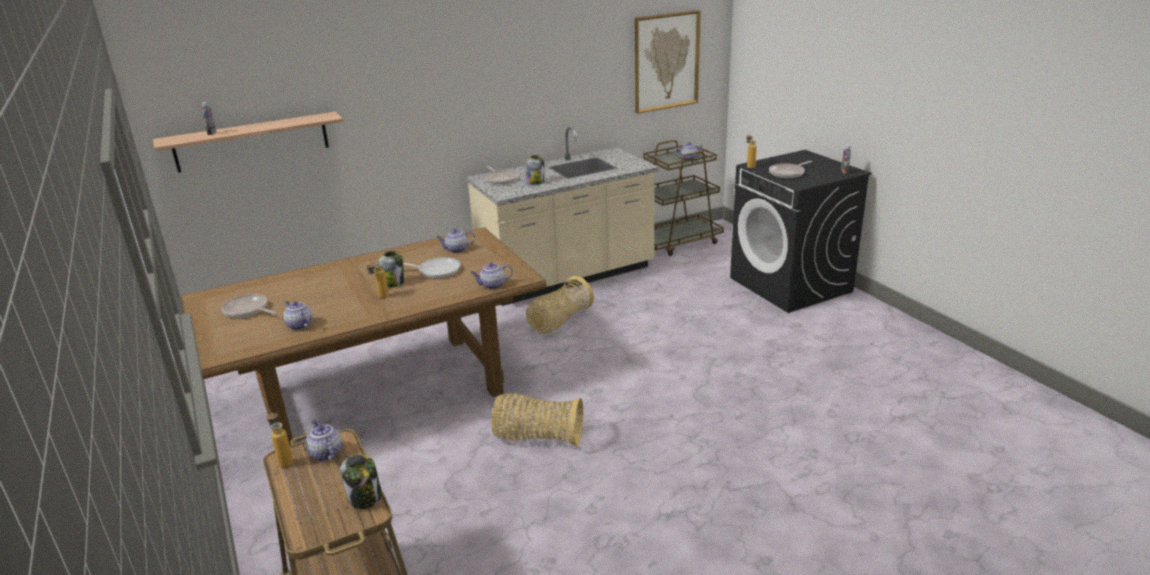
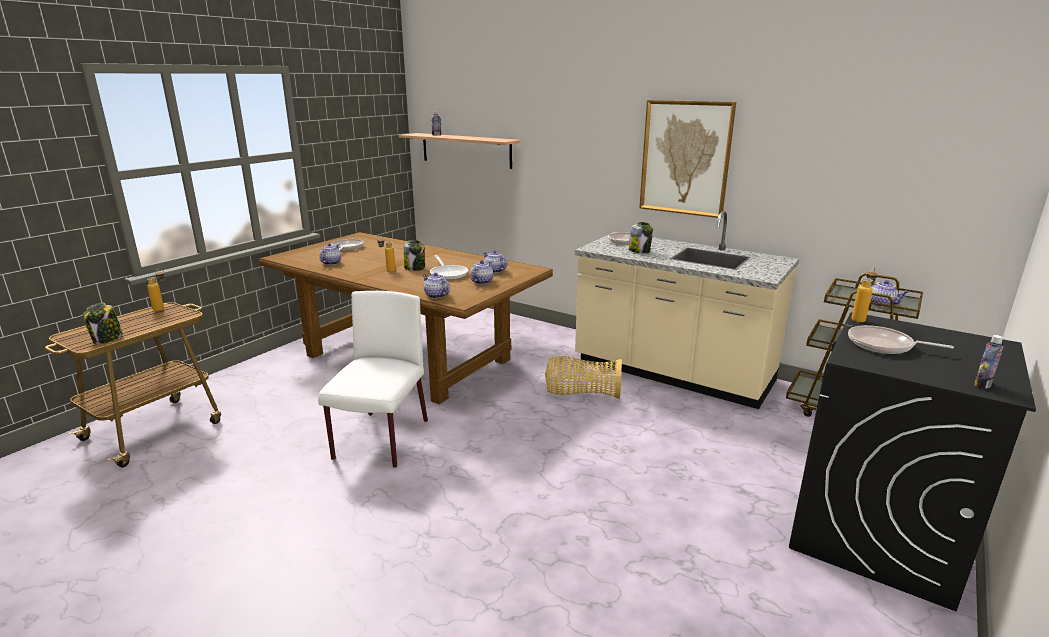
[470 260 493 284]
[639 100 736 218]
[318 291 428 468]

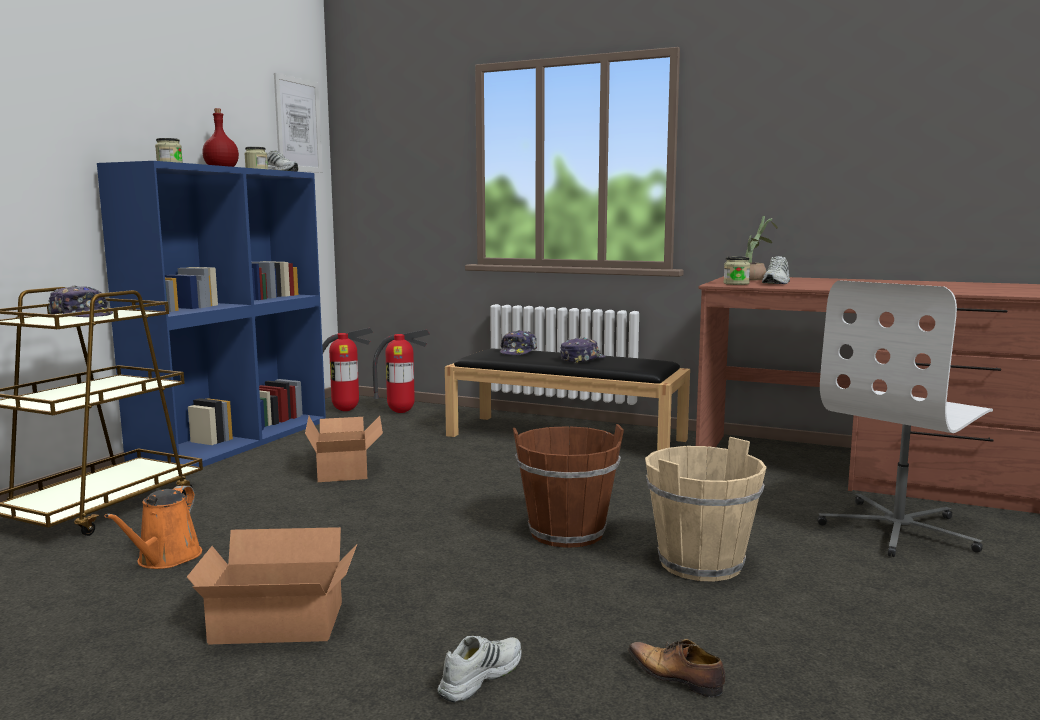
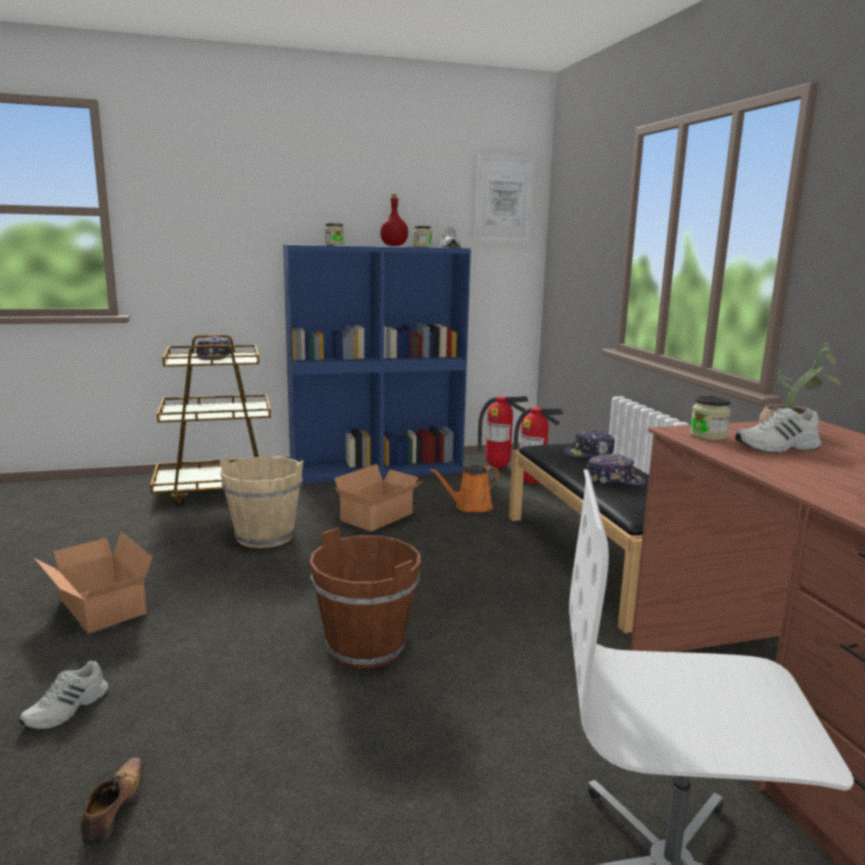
[429 465 500 512]
[219 455 303 548]
[19 661 108 730]

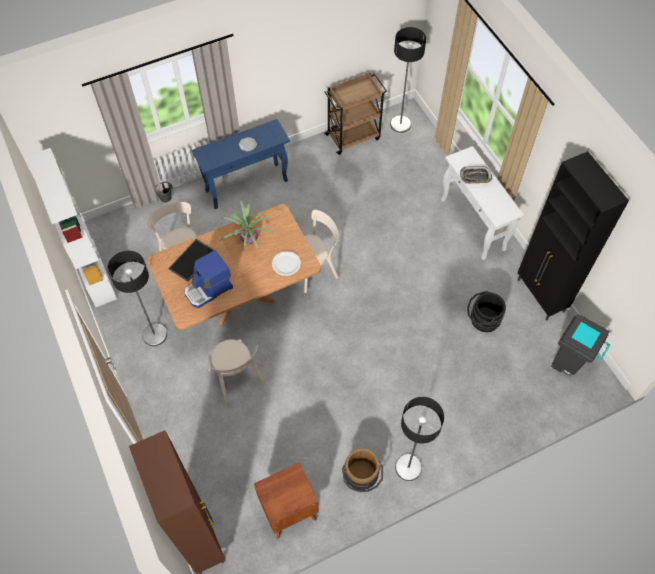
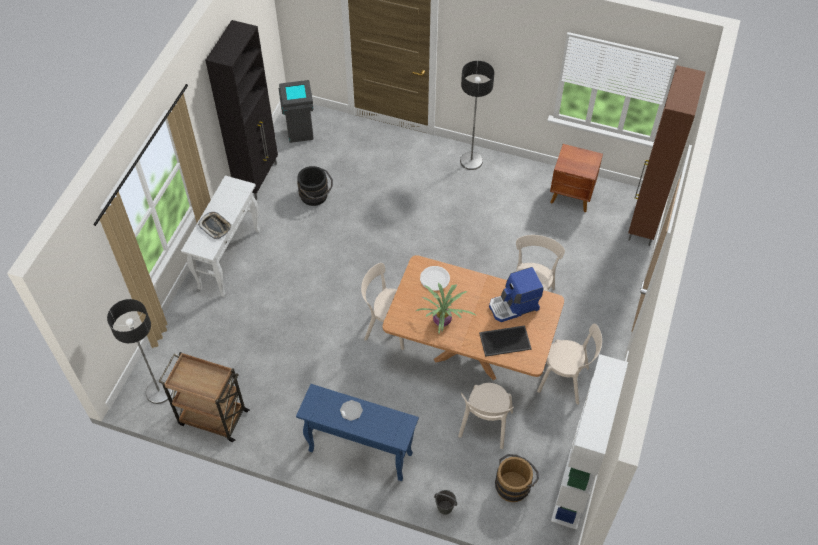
[495 454 539 502]
[537 323 602 405]
[489 267 544 322]

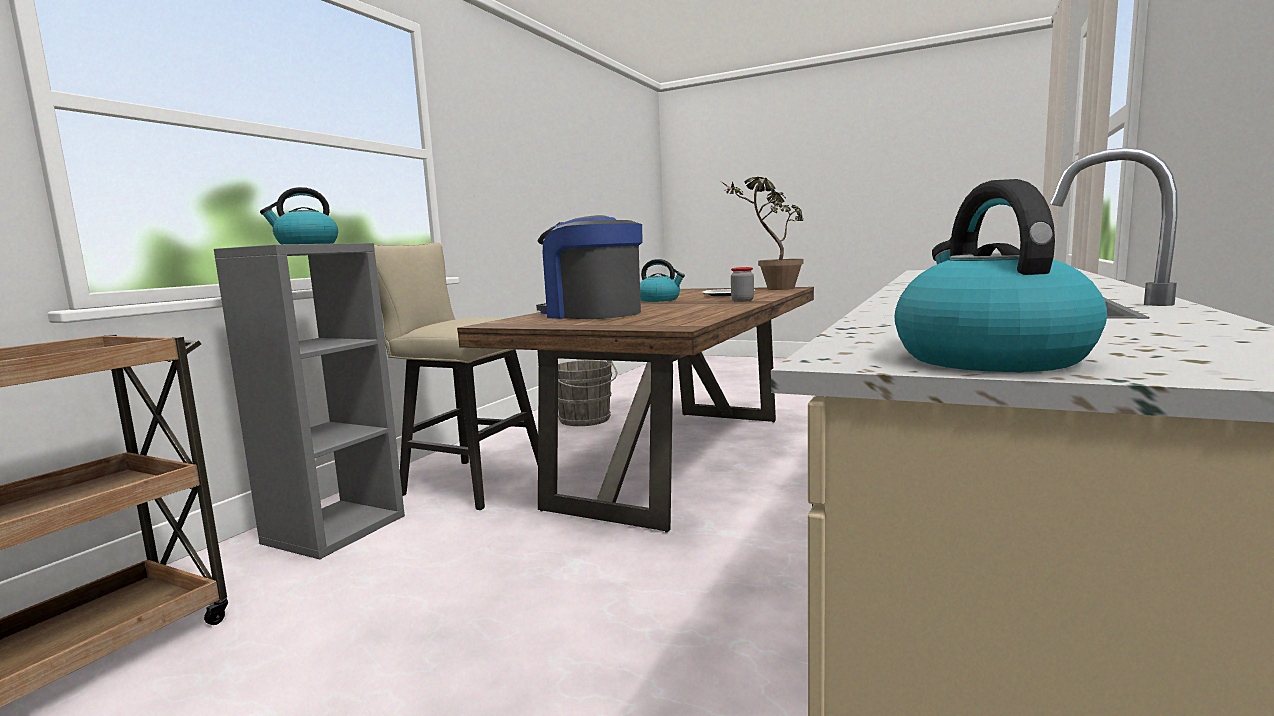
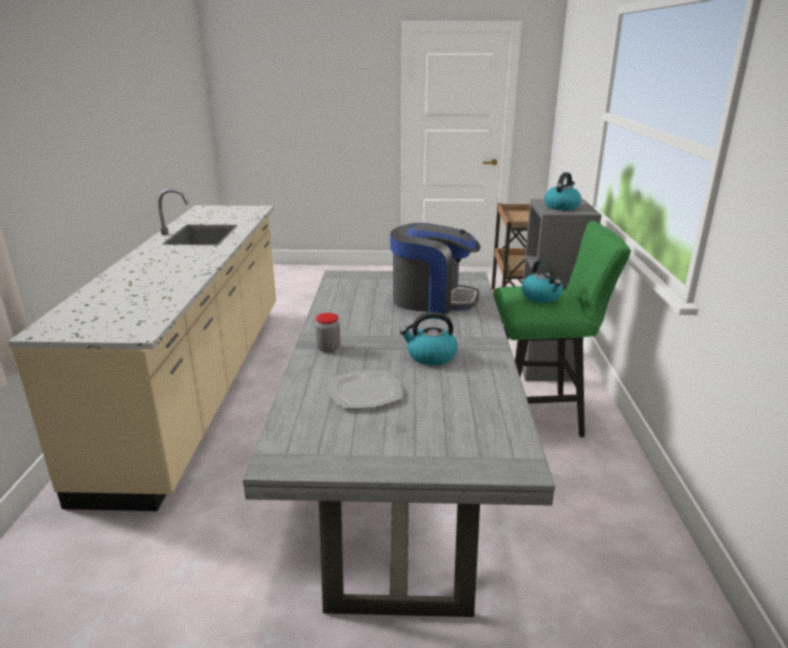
[558 360 618 426] (first image)
[719 177 804 290] (first image)
[521 259 563 303]
[493 221 631 437]
[243 270 555 617]

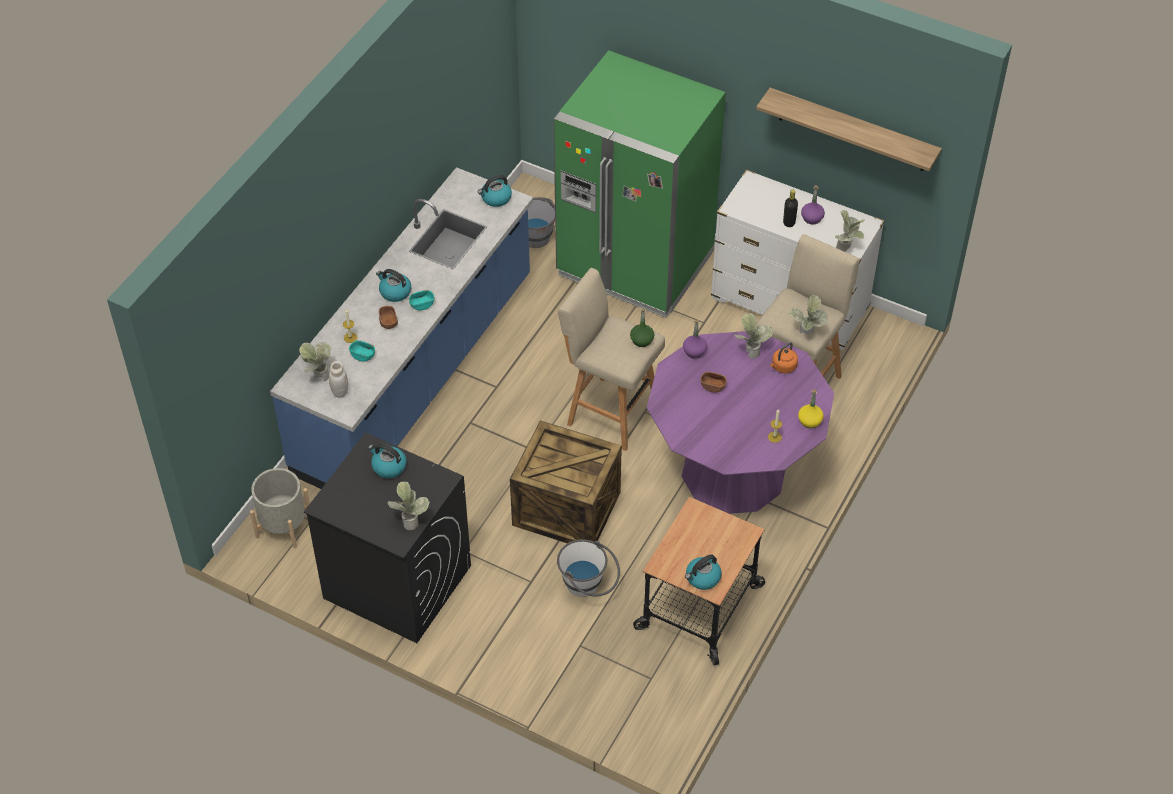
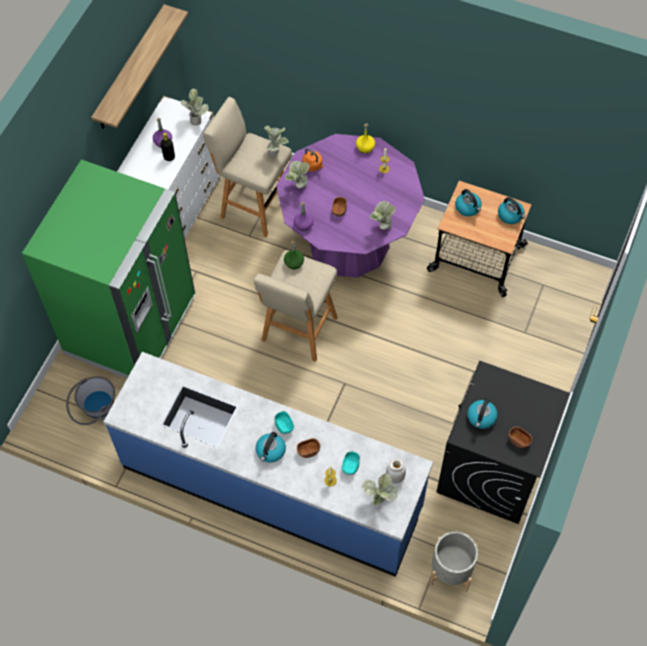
[510 420 622 543] (first image)
[557 539 620 597] (first image)
[509 426 532 448]
[370 201 396 230]
[455 189 482 216]

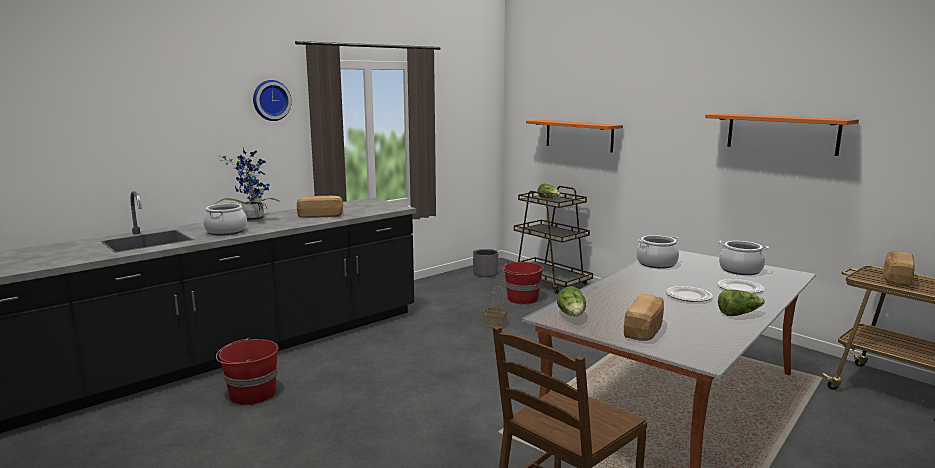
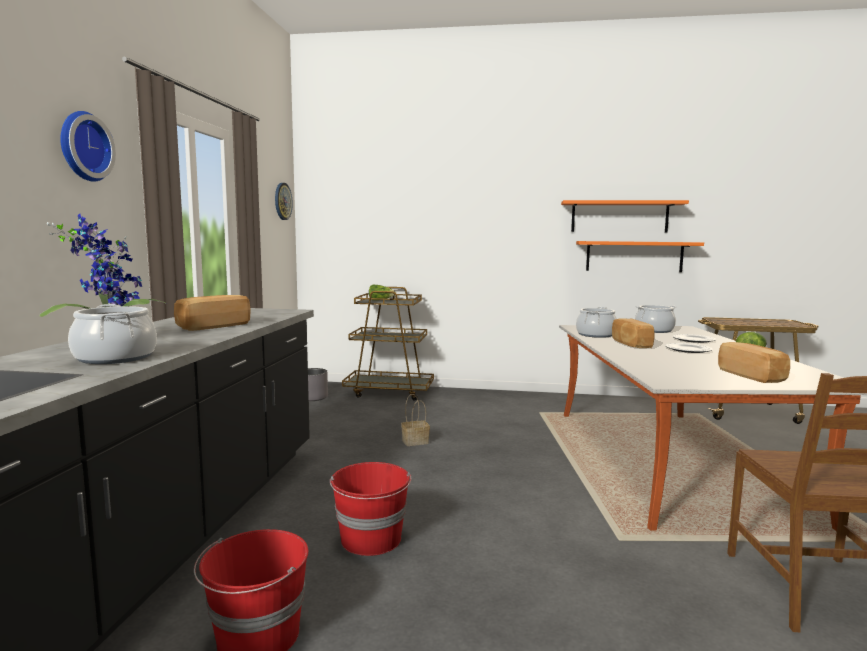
[557 287 586 316] (first image)
[275 183 293 220]
[330 462 412 556]
[576 241 704 272]
[612 318 655 348]

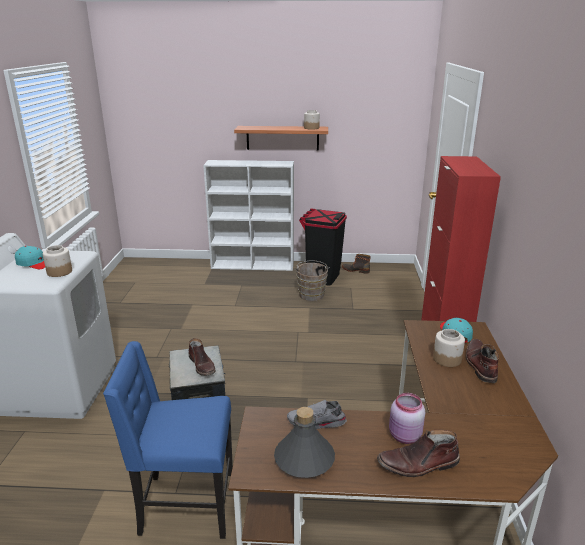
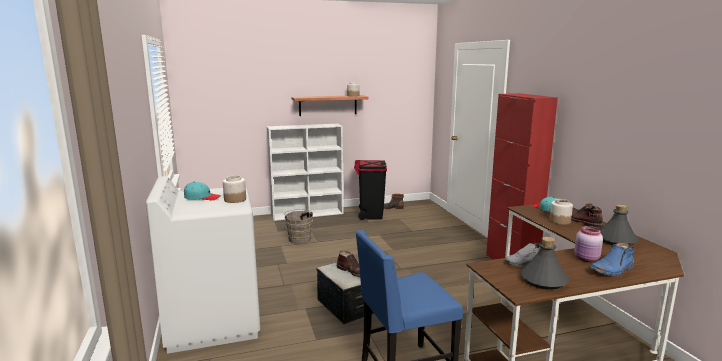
[600 204 639 245]
[284 209 313 244]
[589 243 634 276]

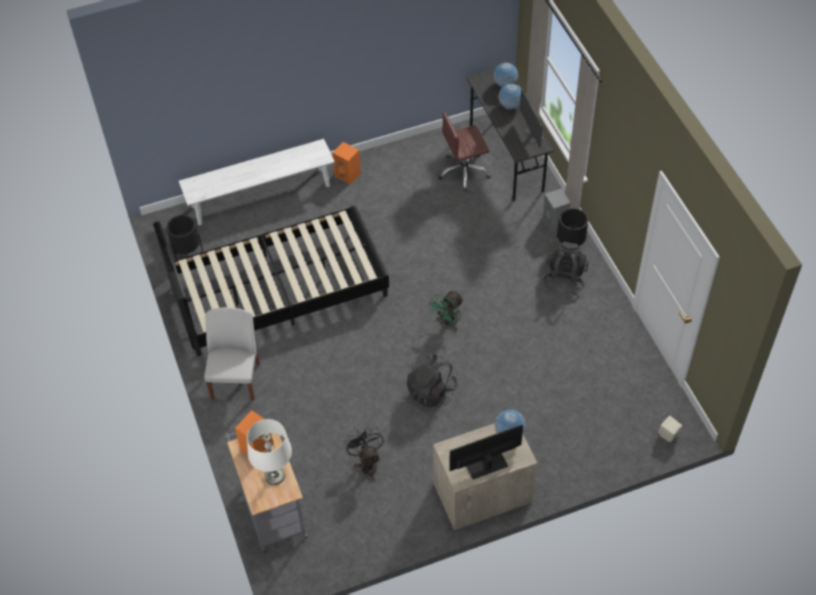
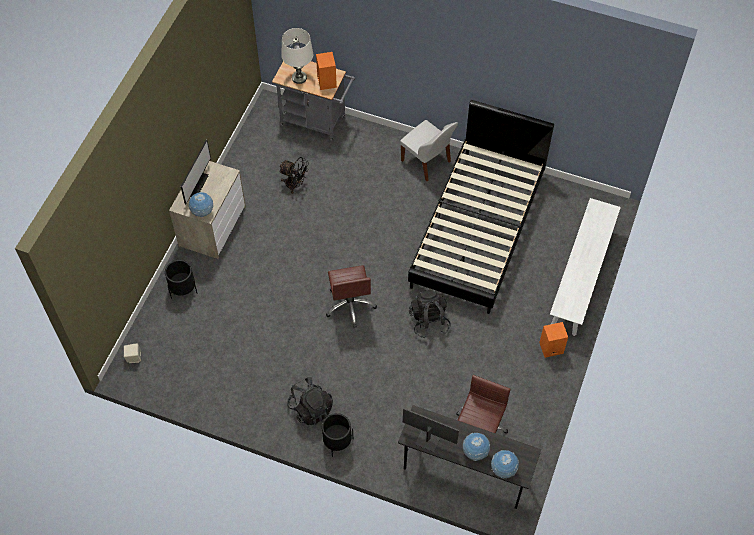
[543 189 571 232] (first image)
[165 260 197 299]
[409 290 451 339]
[326 265 377 328]

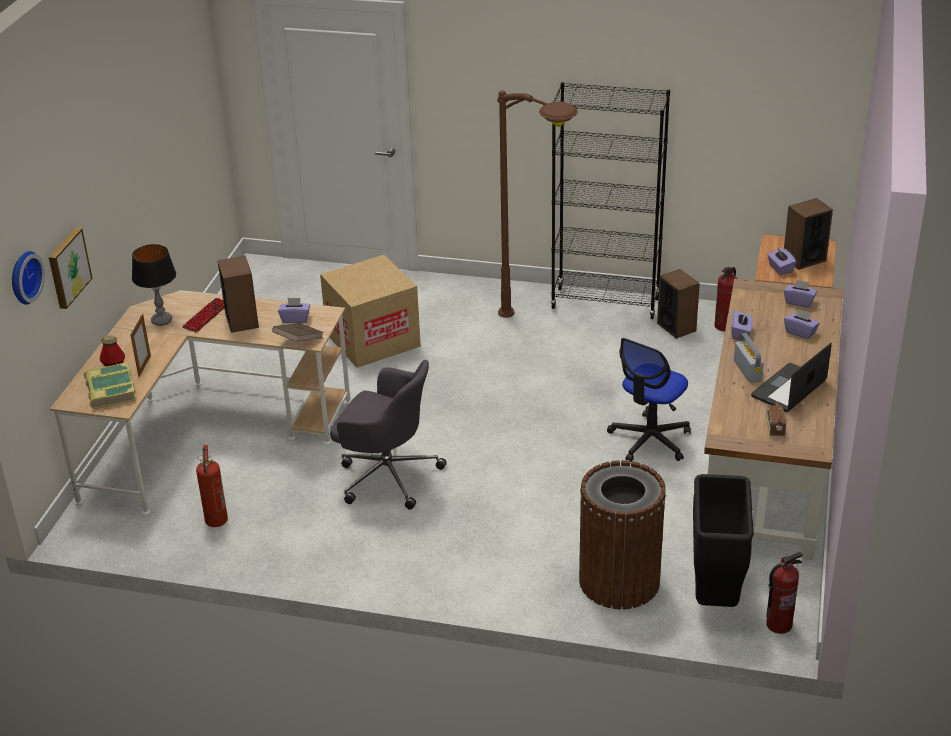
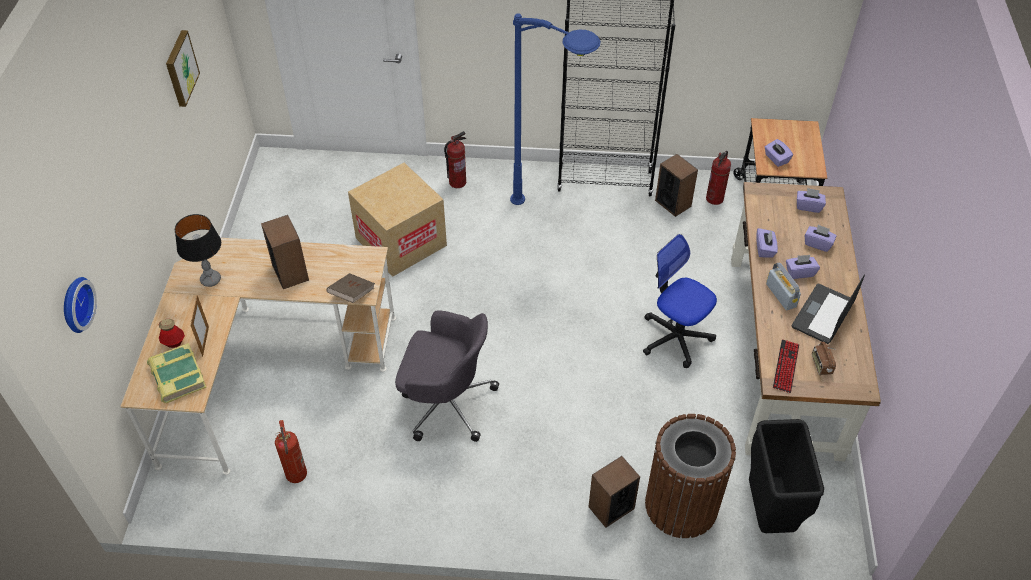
[166 30 200 107]
[773 339 799 393]
[786 255 820 279]
[444 131 466 188]
[588 456 640 528]
[510 13 600 205]
[643 234 717 368]

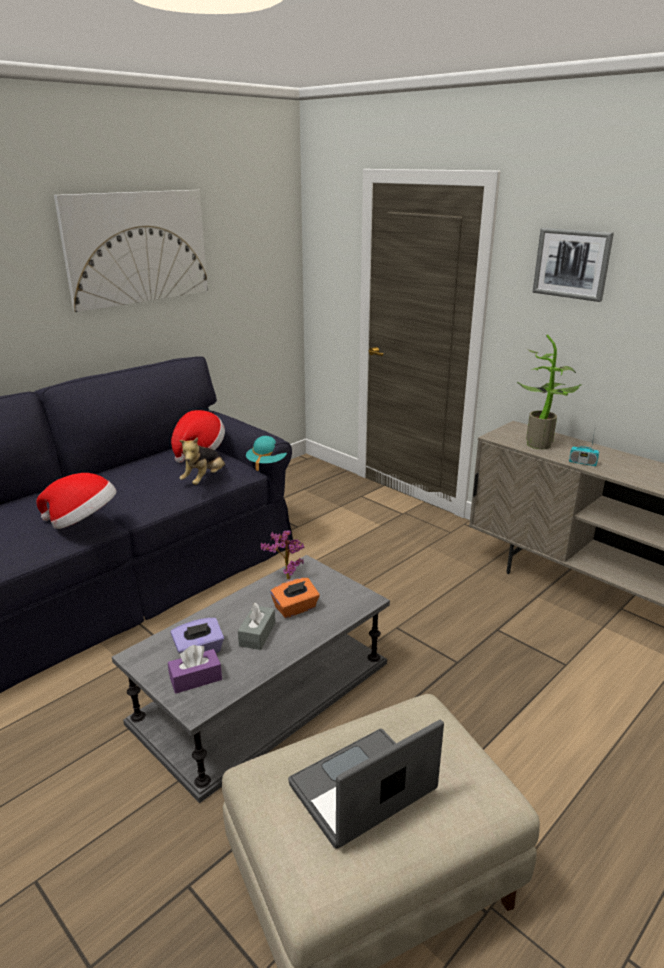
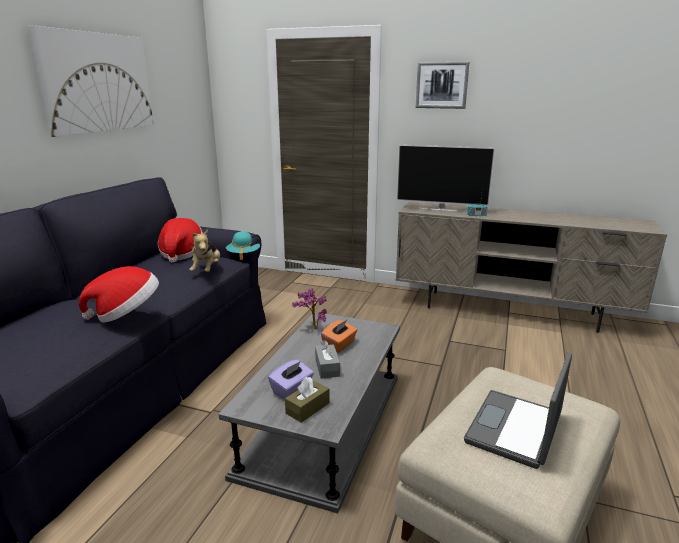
[396 145 495 212]
[285 377 330 423]

